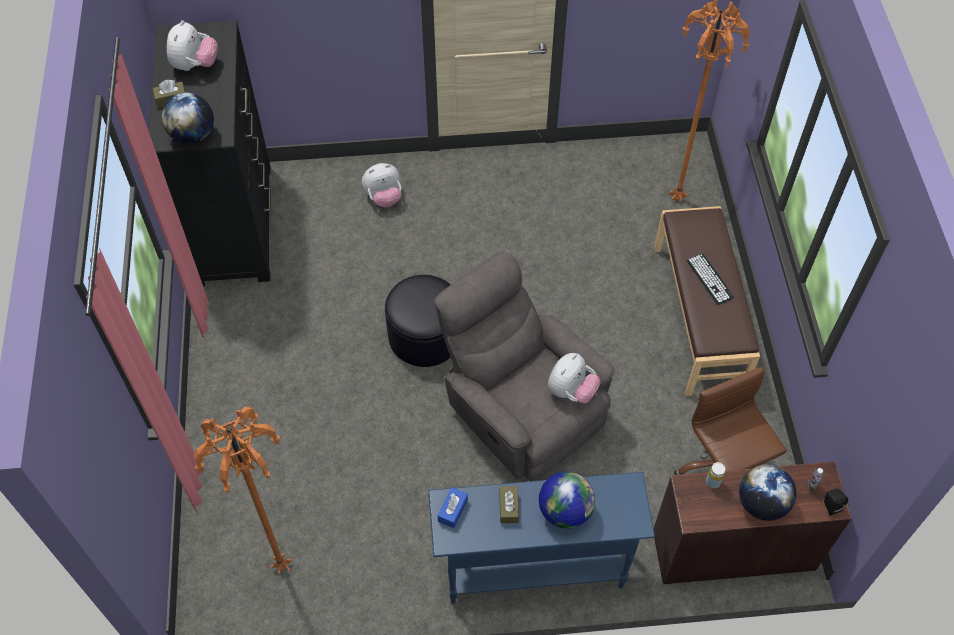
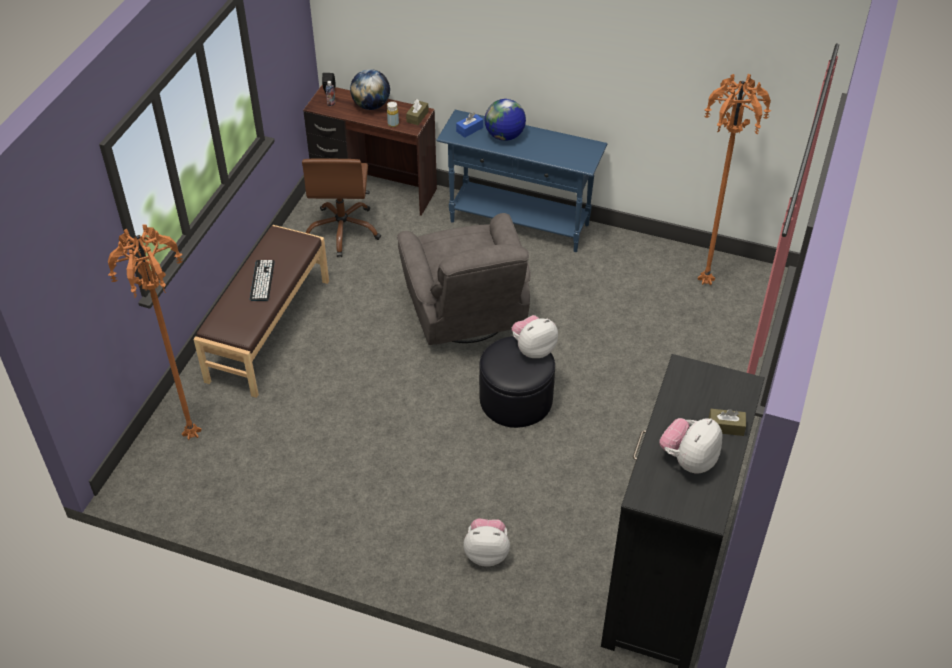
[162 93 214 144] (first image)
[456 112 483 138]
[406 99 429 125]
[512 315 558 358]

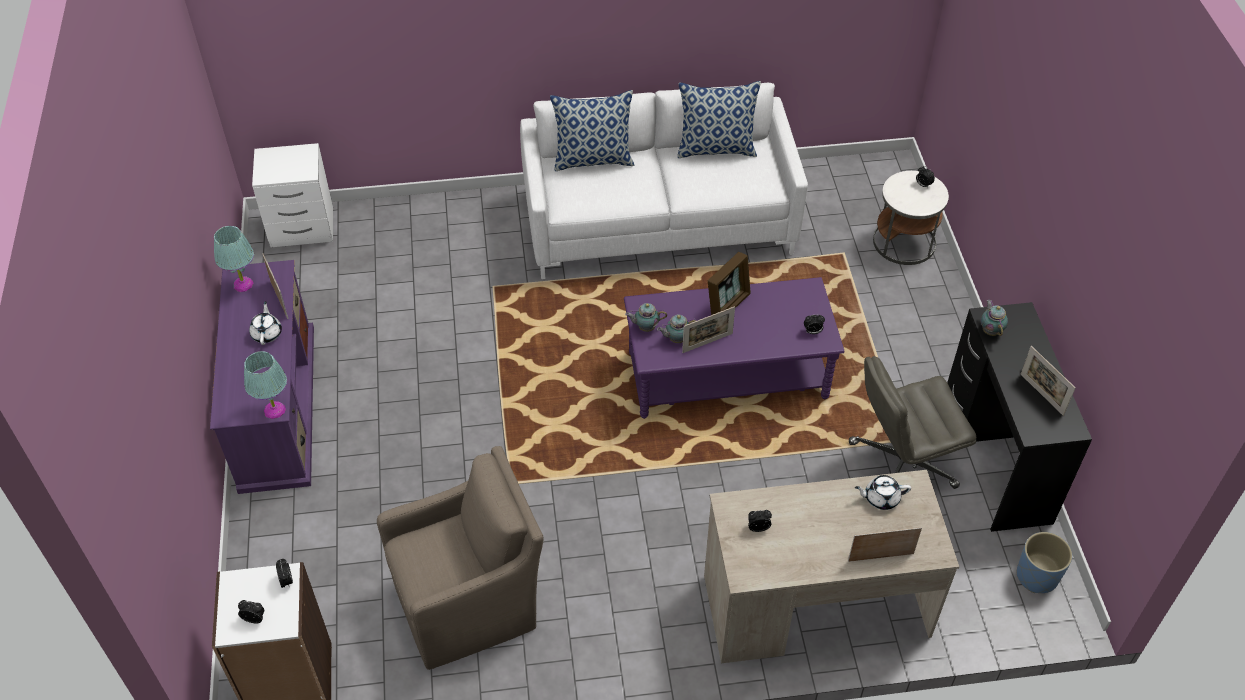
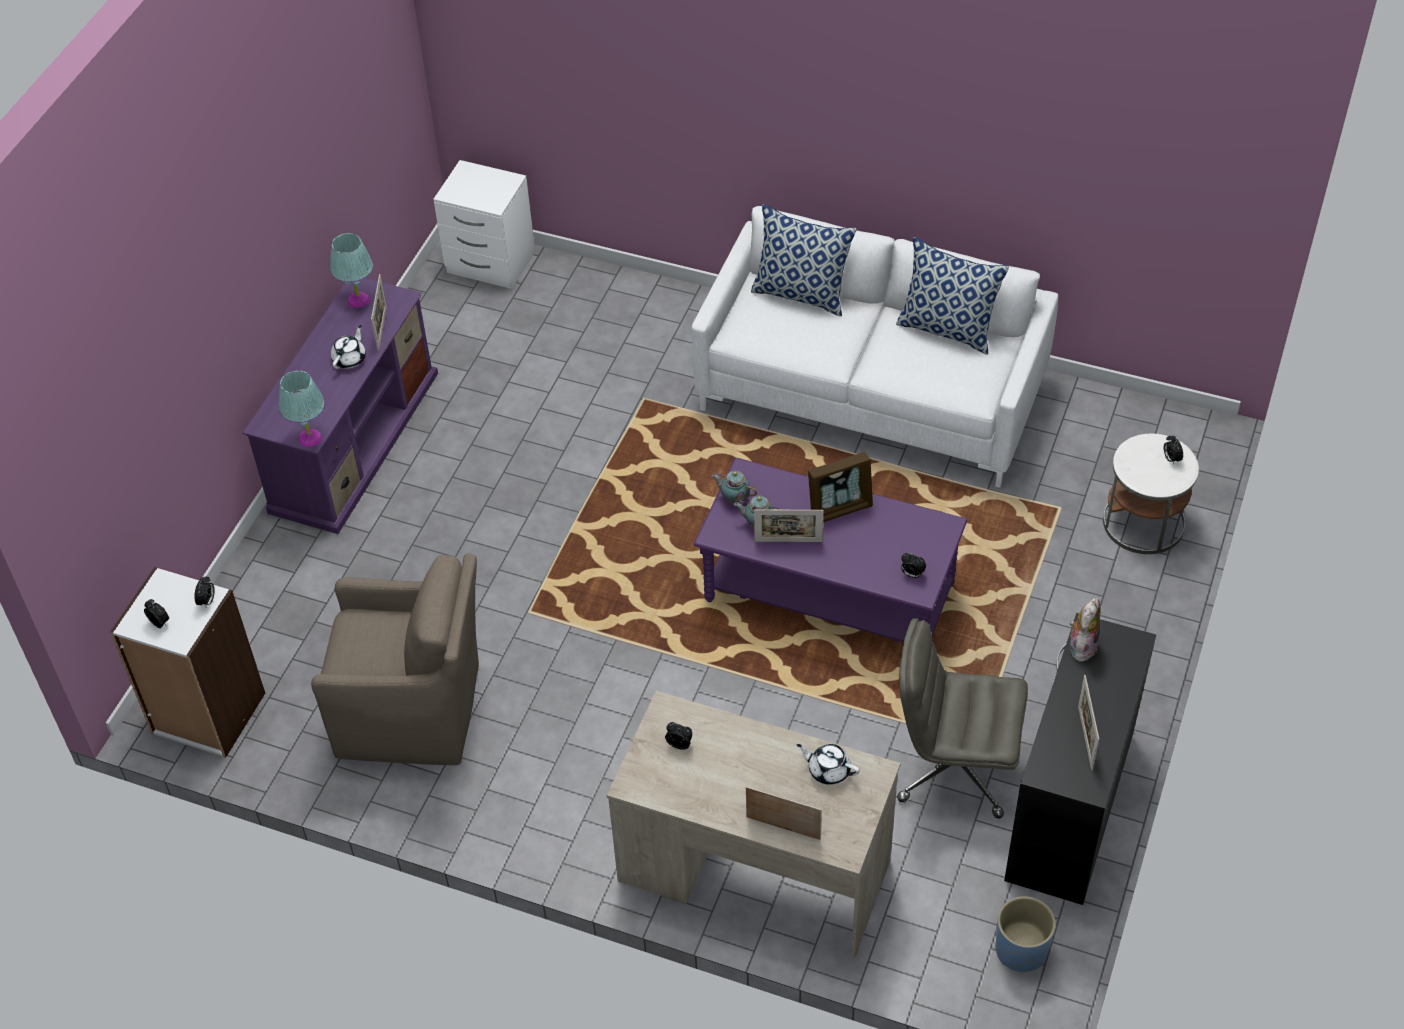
[1070 597 1100 663]

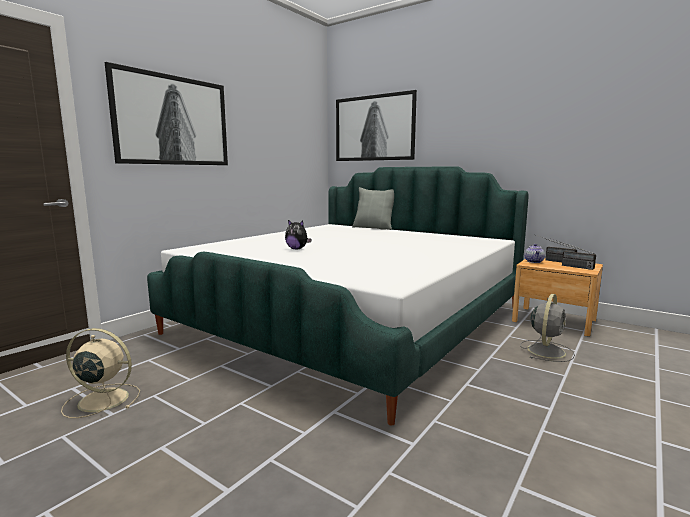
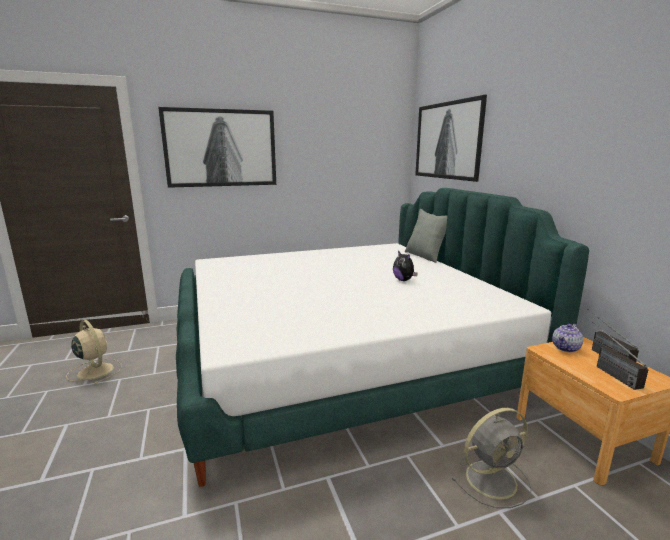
[393 251 418 281]

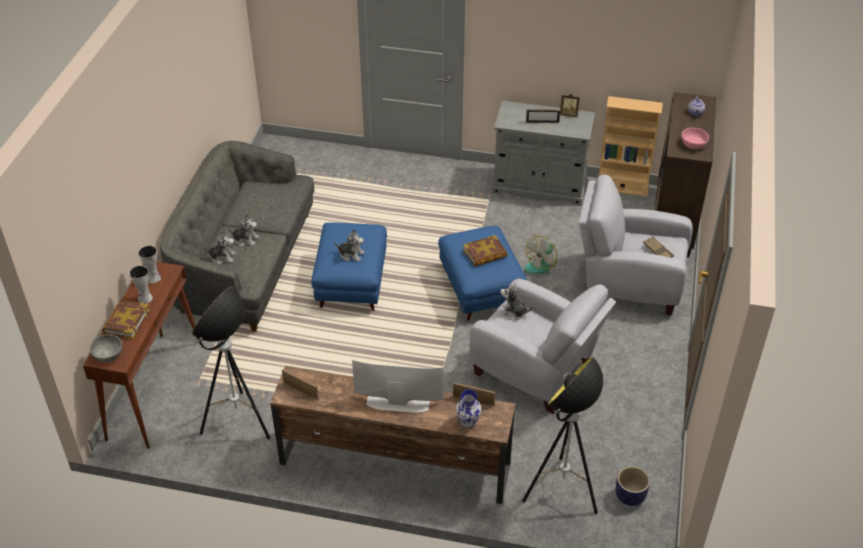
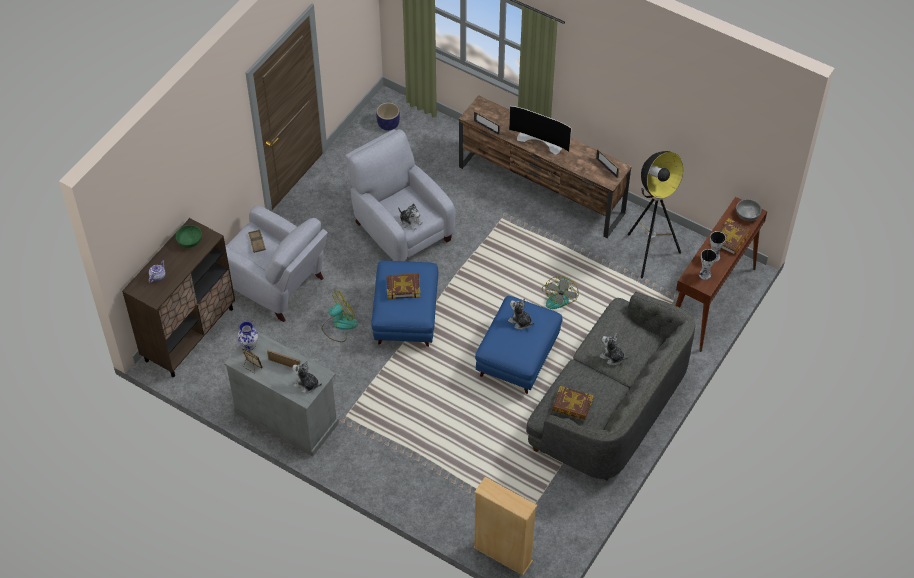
[522 356 603 514] (first image)
[542 276 579 309]
[552 386 594 420]
[292 360 322 393]
[237 322 258 351]
[473 477 537 576]
[176 225 202 248]

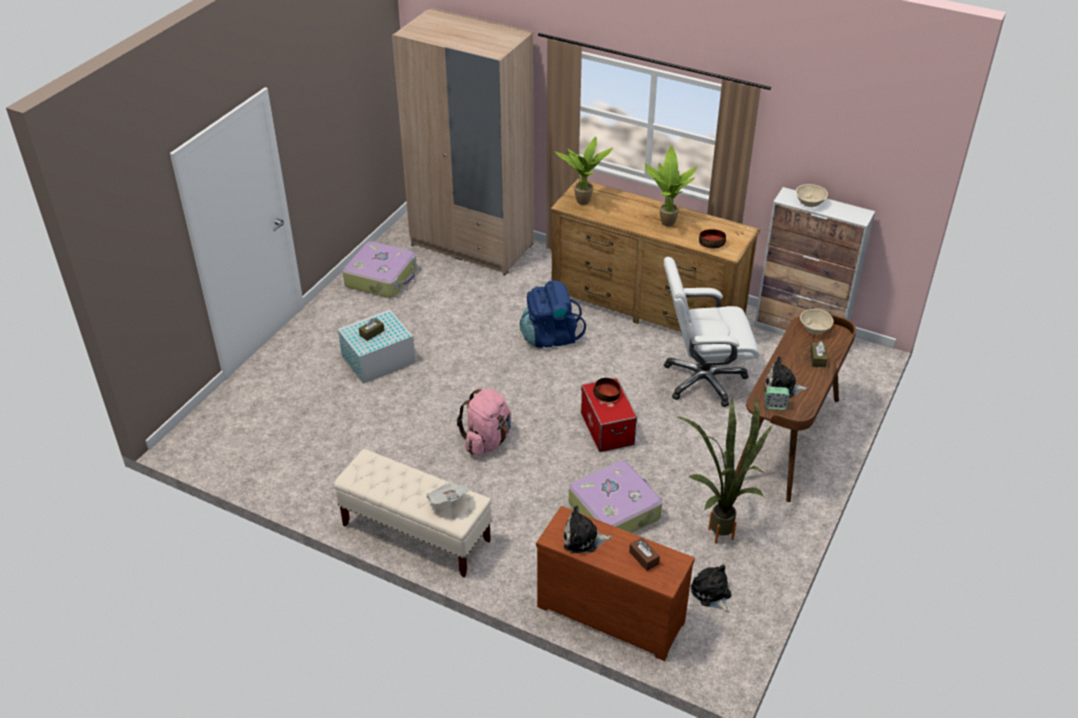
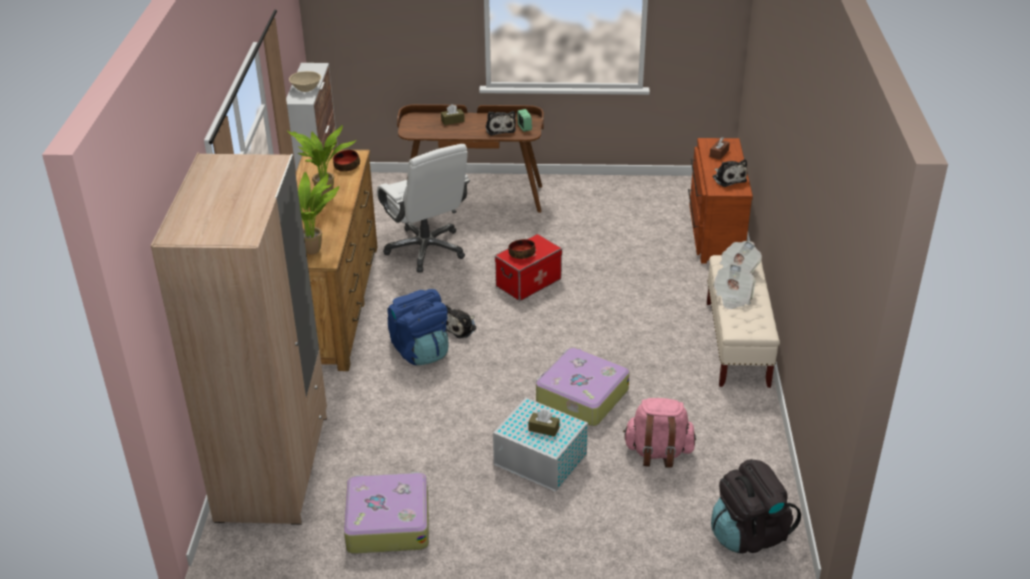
[676 396 773 543] (first image)
[800 309 834 334] (first image)
[711 459 801 554]
[713 264 756 309]
[623 398 696 468]
[536 348 630 426]
[445 305 477 338]

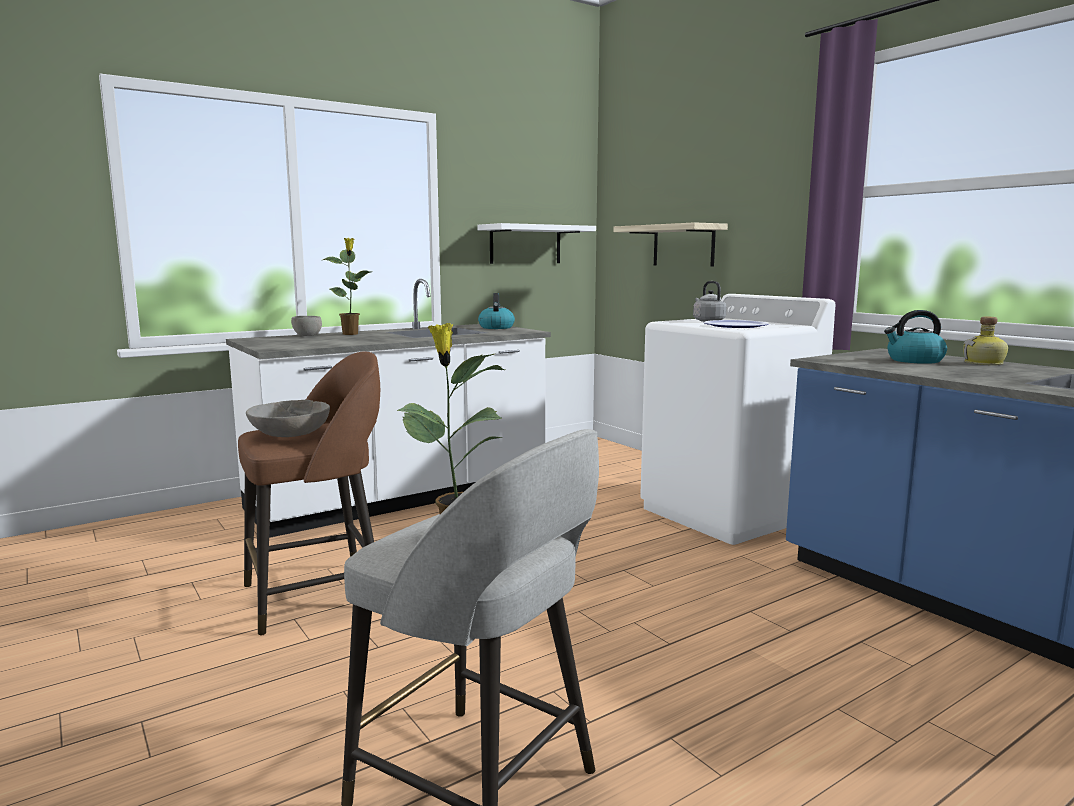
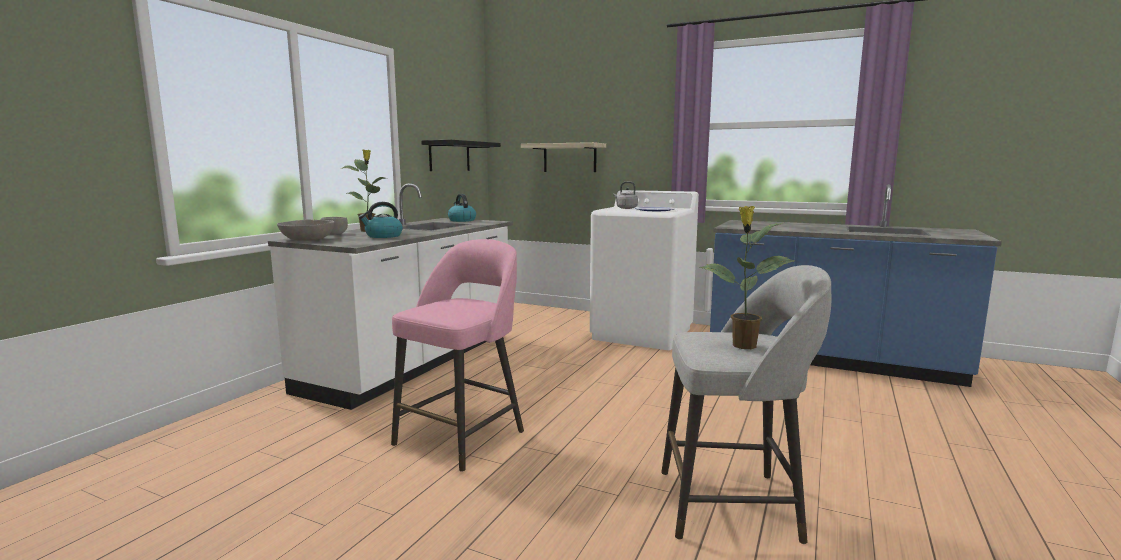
[963 317 1008 365] (first image)
[277 219 335 241]
[359 202 403 238]
[391 239 524 472]
[421 140 501 171]

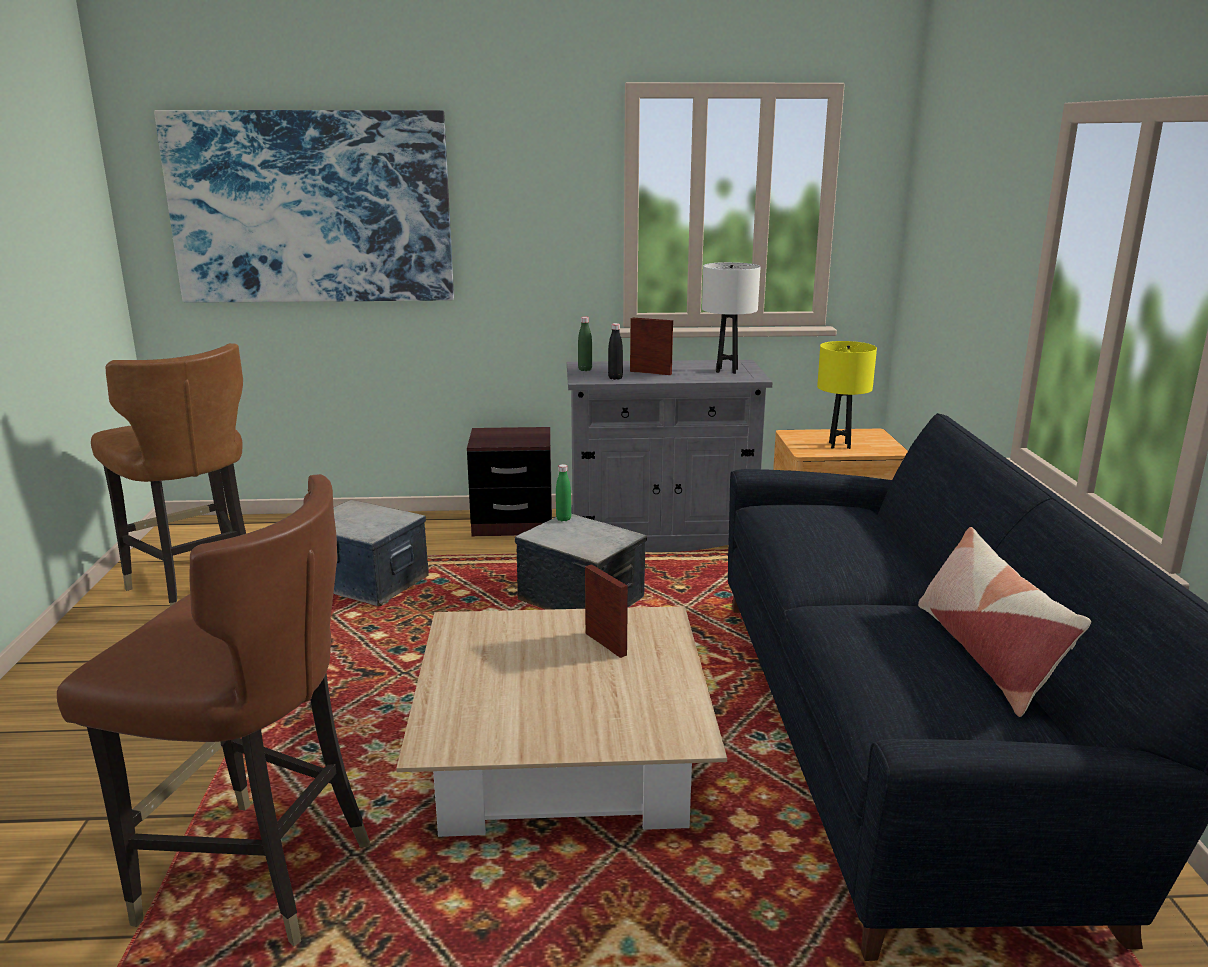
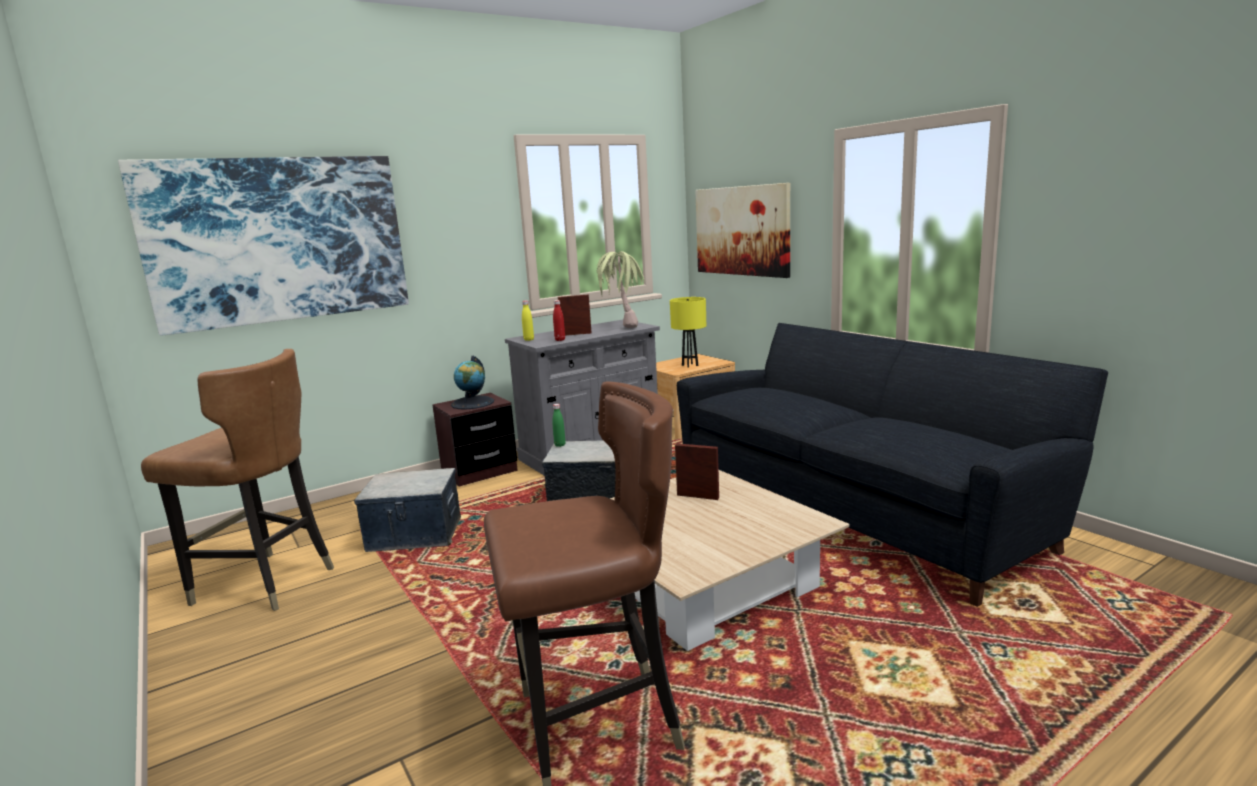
[918 527 1091 717] (first image)
[451 356 494 409]
[695 183 790 278]
[596 251 644 328]
[522 301 534 341]
[553 300 565 341]

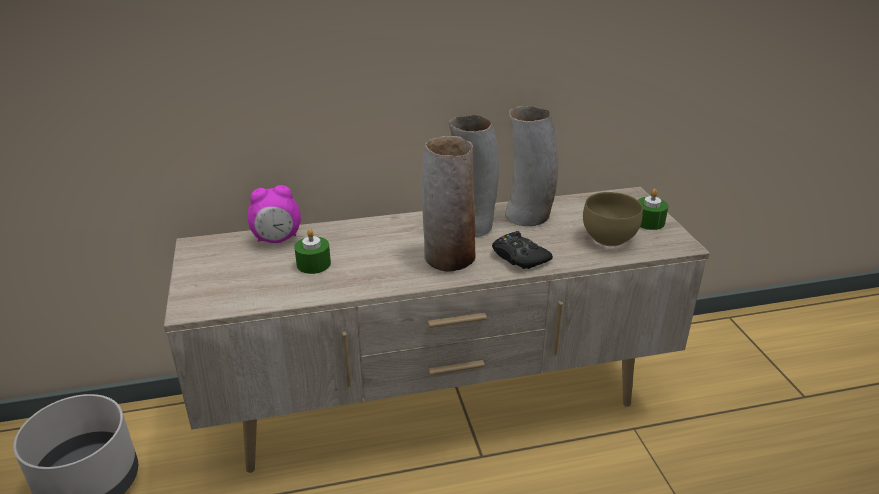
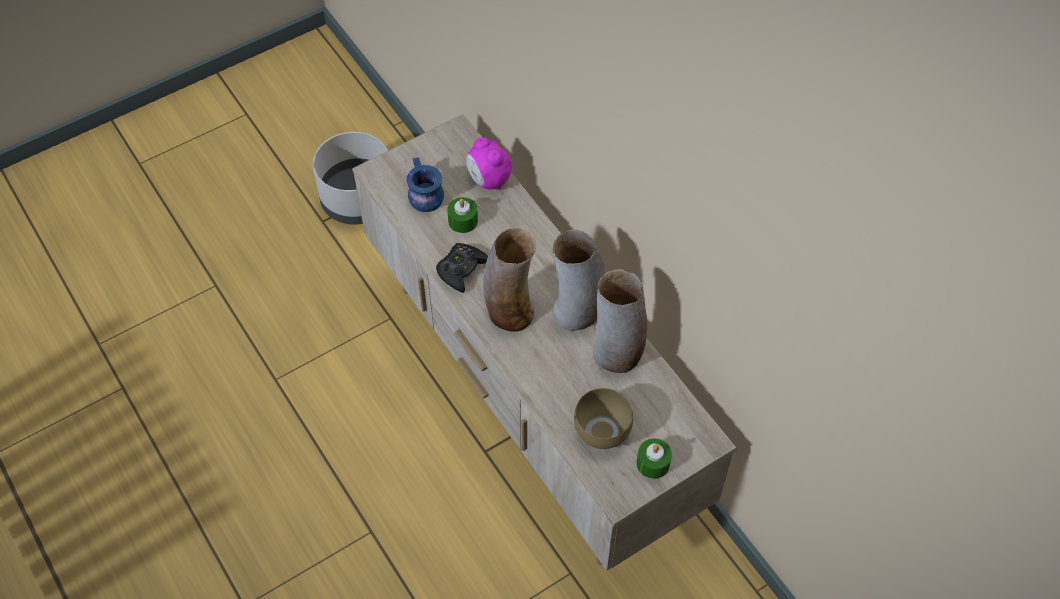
[406 157 444 212]
[436 243 488 293]

